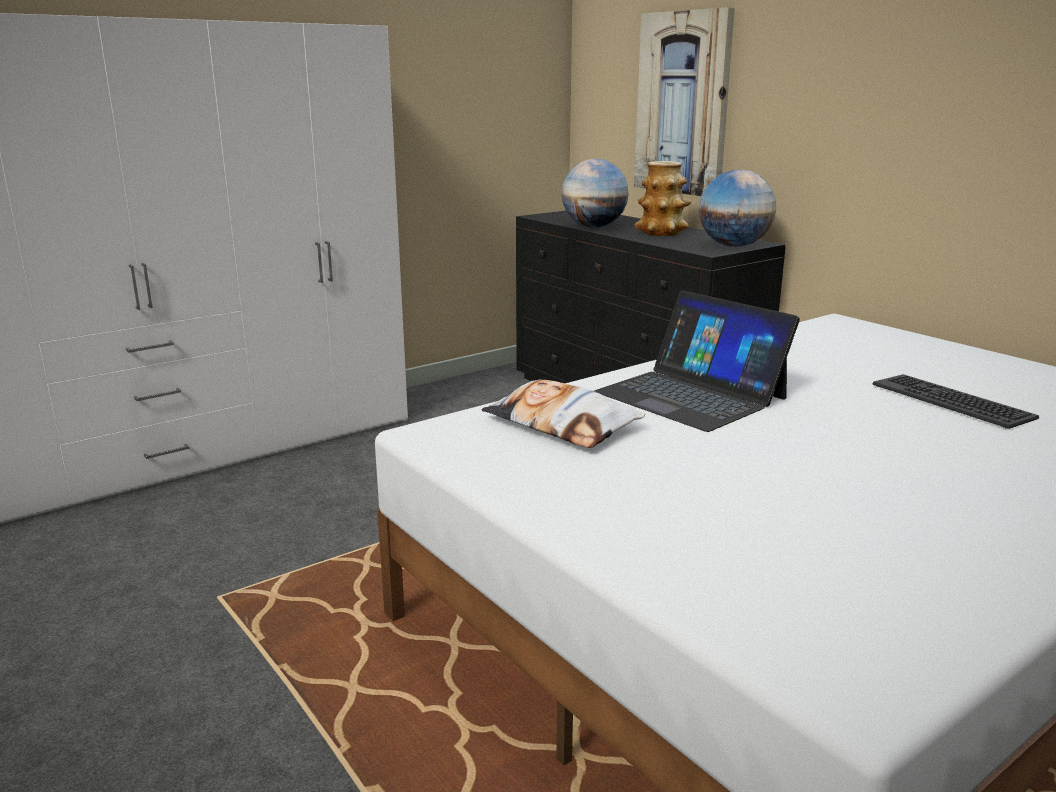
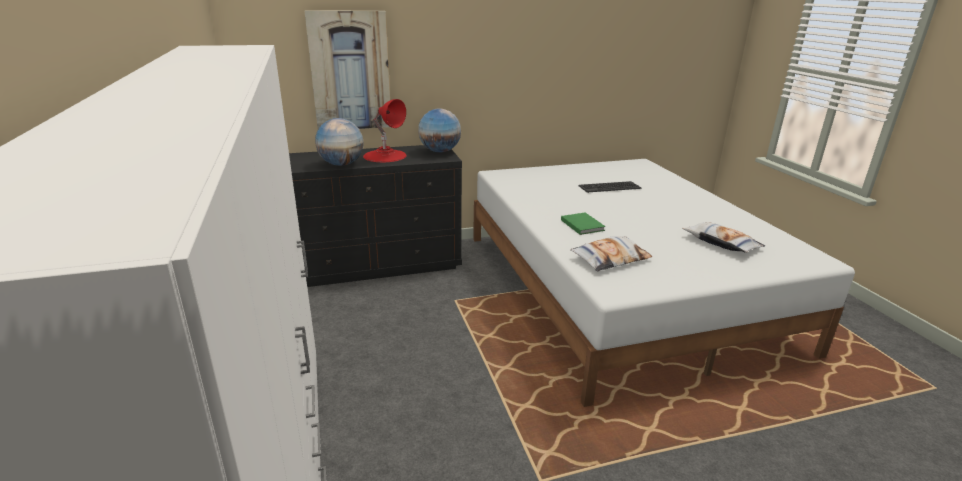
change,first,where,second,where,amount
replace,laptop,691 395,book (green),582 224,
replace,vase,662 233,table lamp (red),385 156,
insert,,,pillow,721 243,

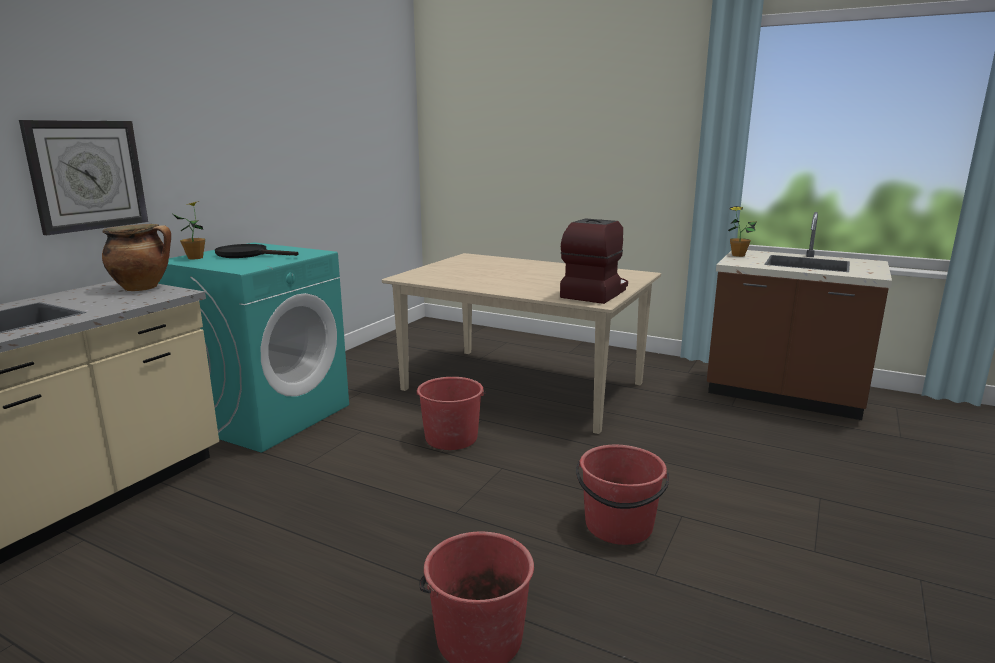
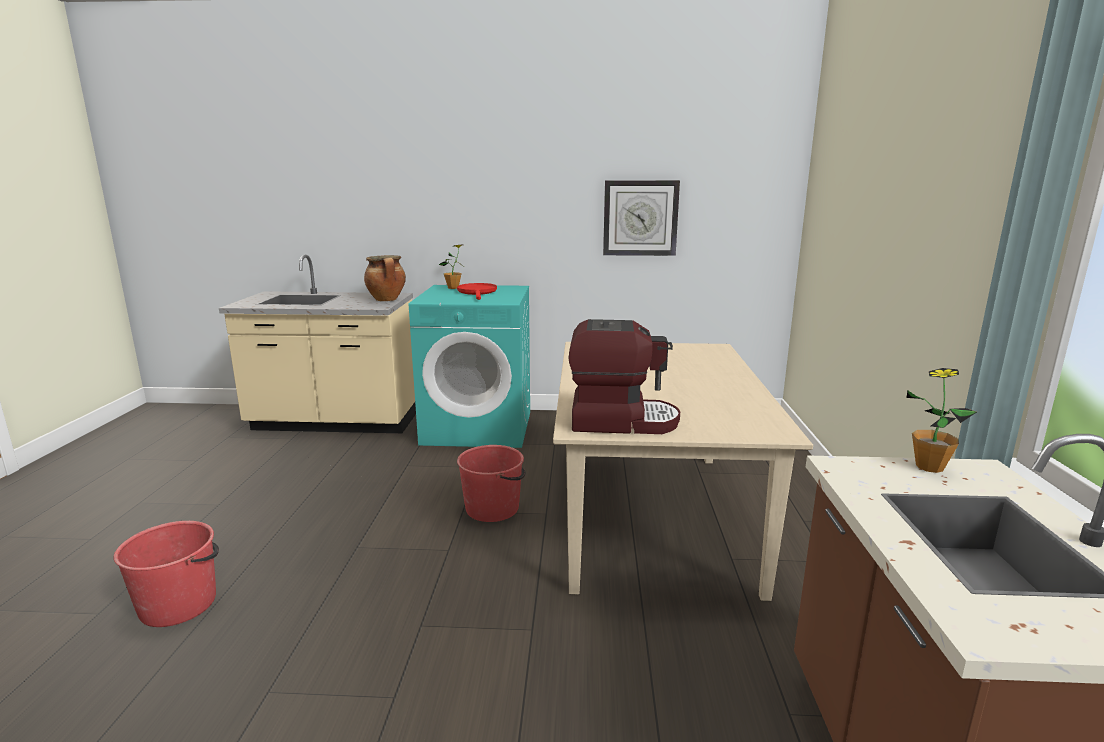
change,first,where,second,where,amount
move,wall clock,87 175,,640 218,
recolor,frying pan (black),248 254,frying pan (red),477 292,
delete,bucket (red),618 526,,,

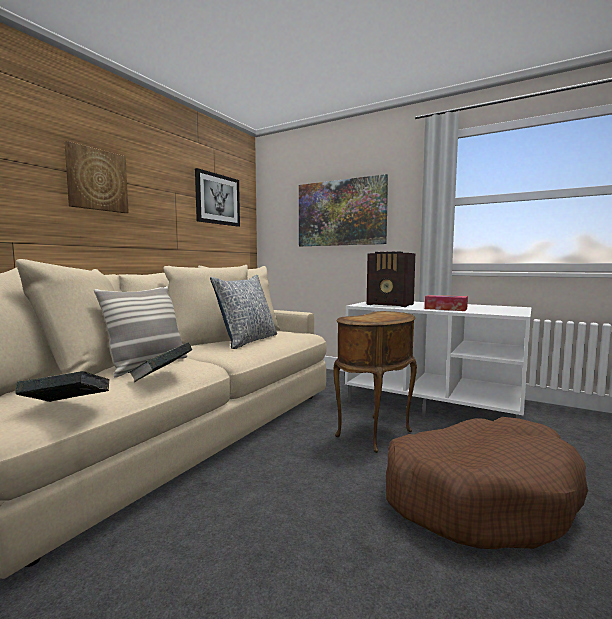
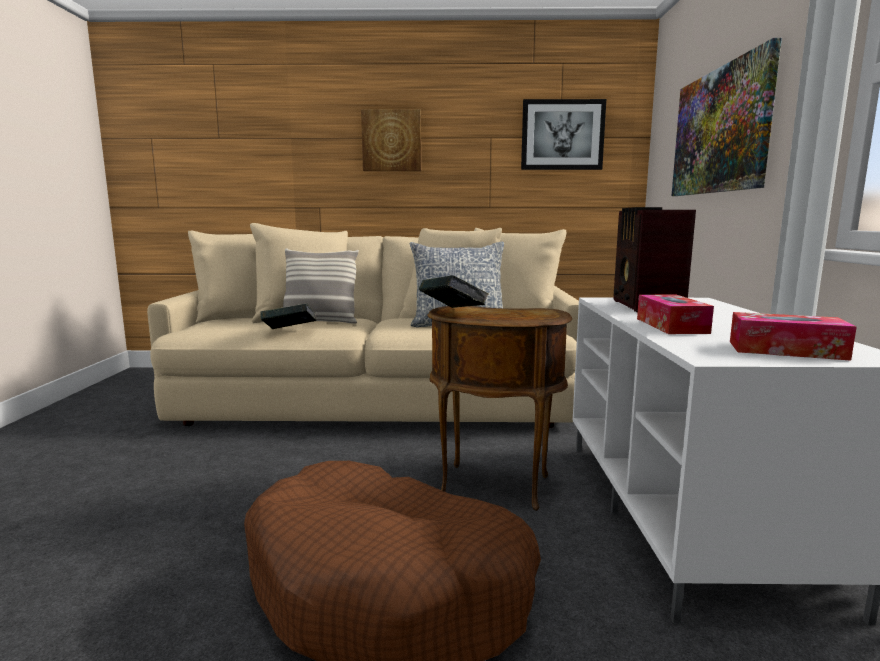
change,first,where,second,where,amount
move,book,66 407,,452 313,
insert,,,tissue box,786 350,

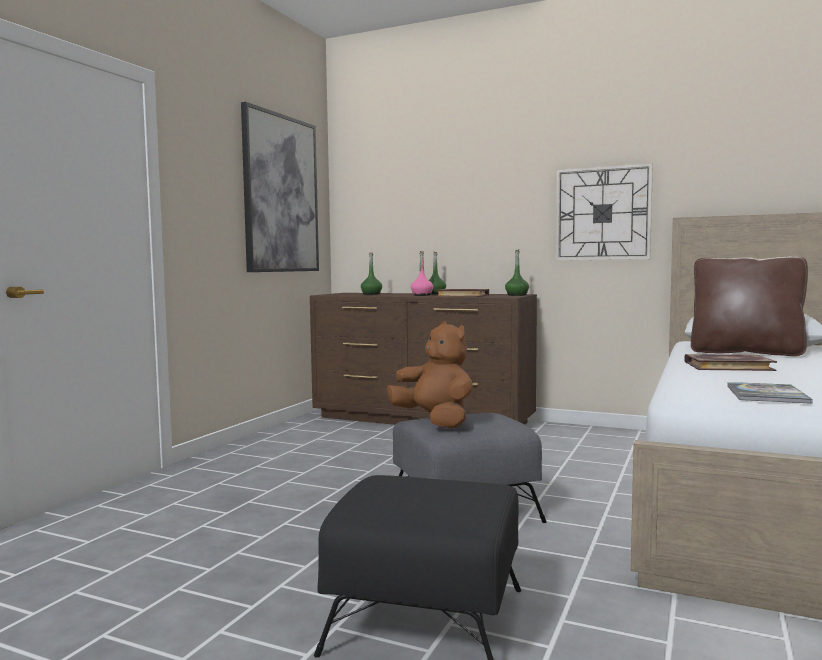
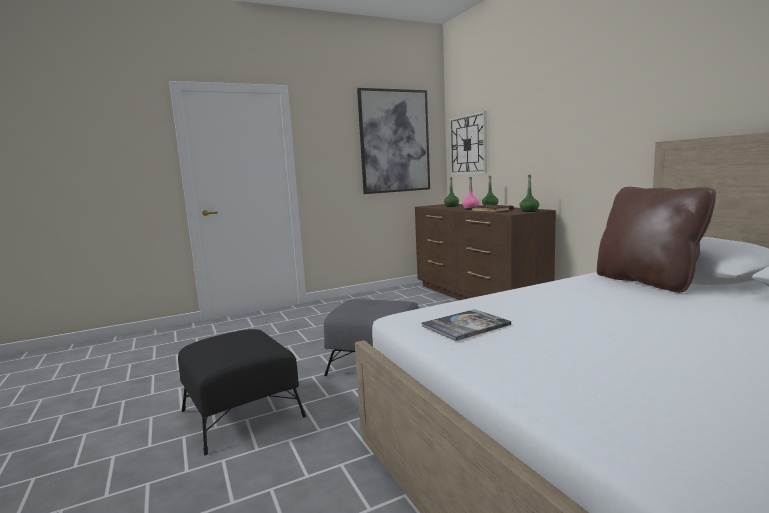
change,first,where,second,where,amount
delete,plush toy (brown),435 421,,,
move,wall clock,602 213,,468 144,
delete,book,727 366,,,

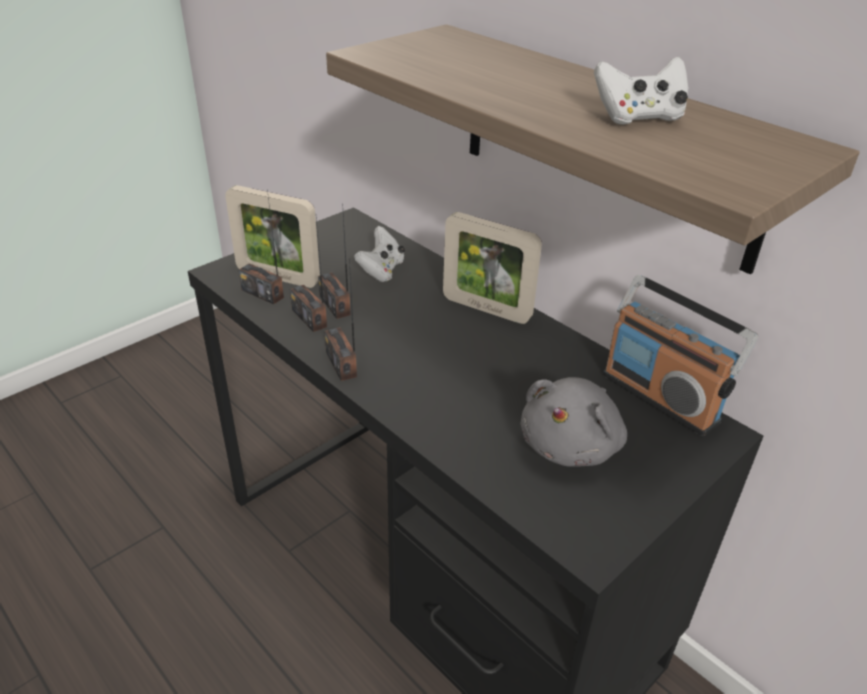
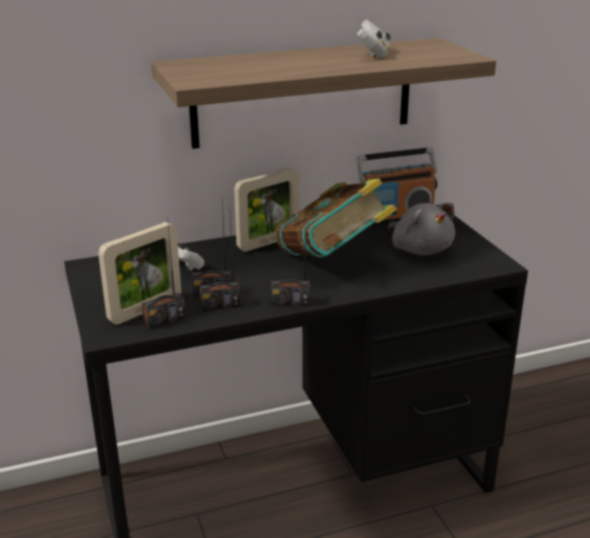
change,first,where,second,where,amount
insert,,,book,332 261,

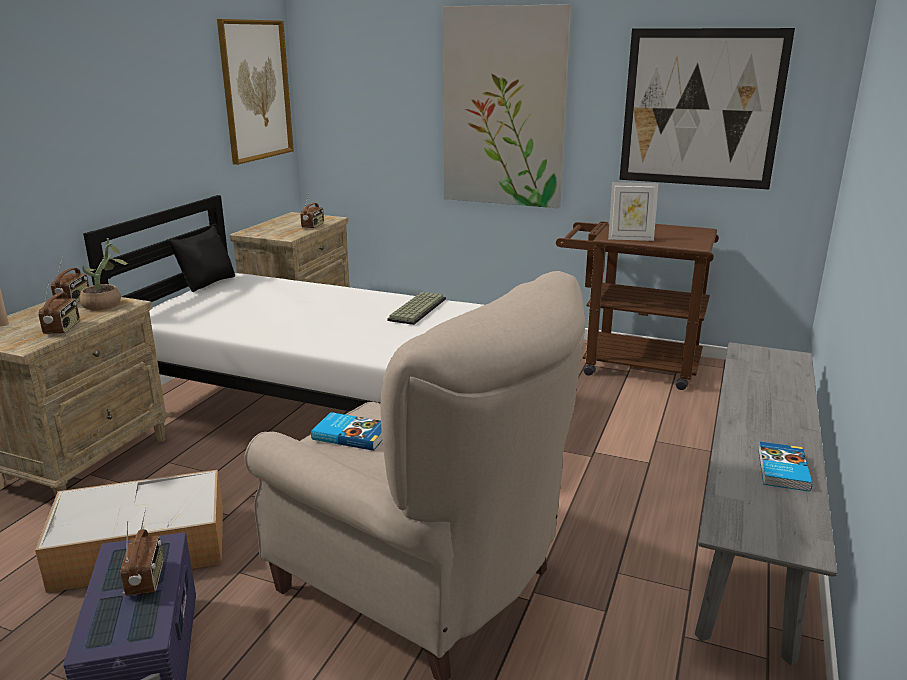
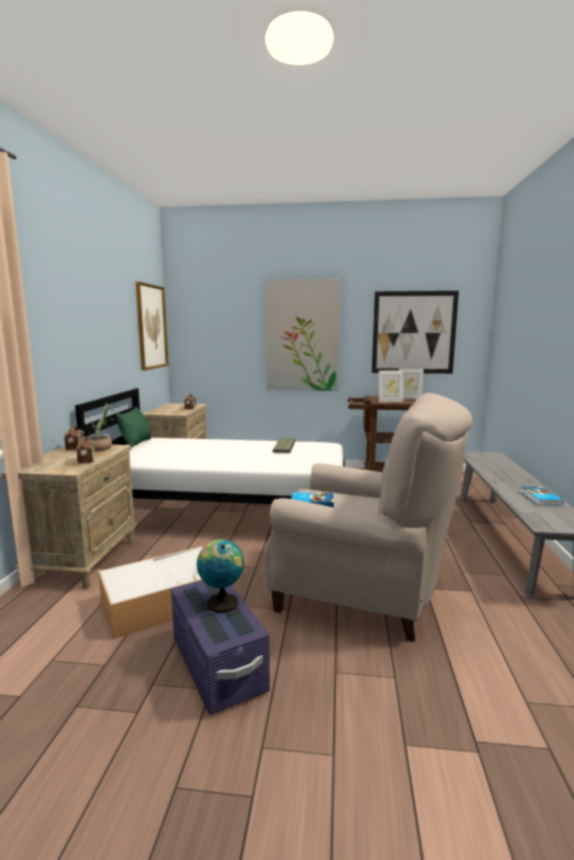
change,first,where,second,where,amount
replace,radio,146 579,globe,221 602,
recolor,pillow (black),207 283,pillow (green),136 443,
insert,,,picture frame,409 398,

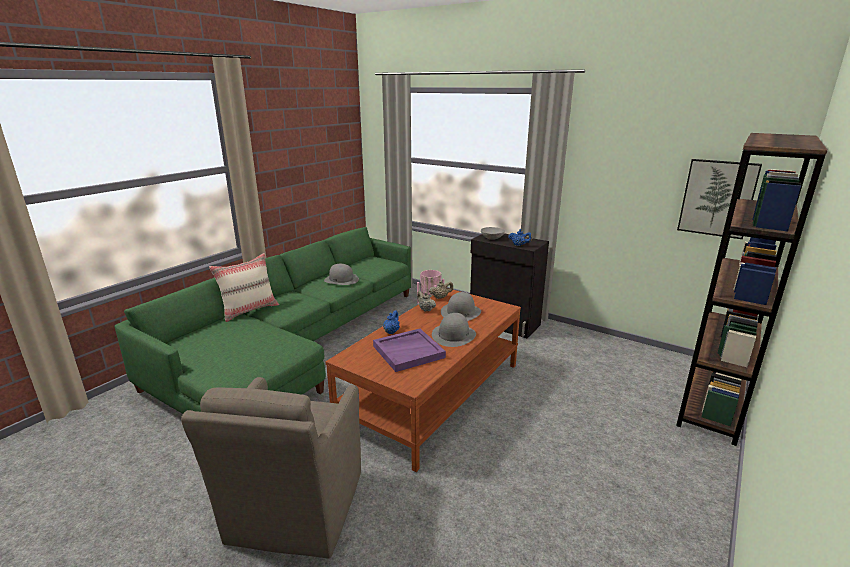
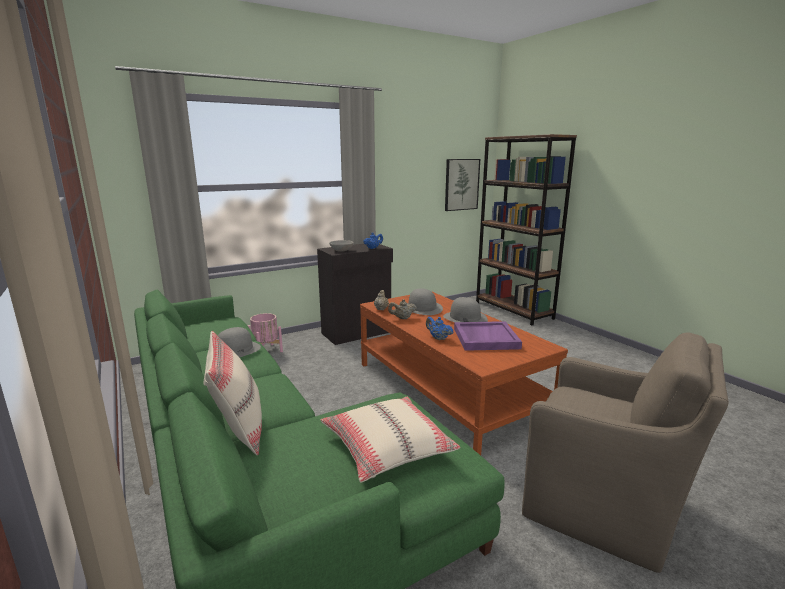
change,first,where,second,where,amount
insert,,,pillow (beige),387 447,

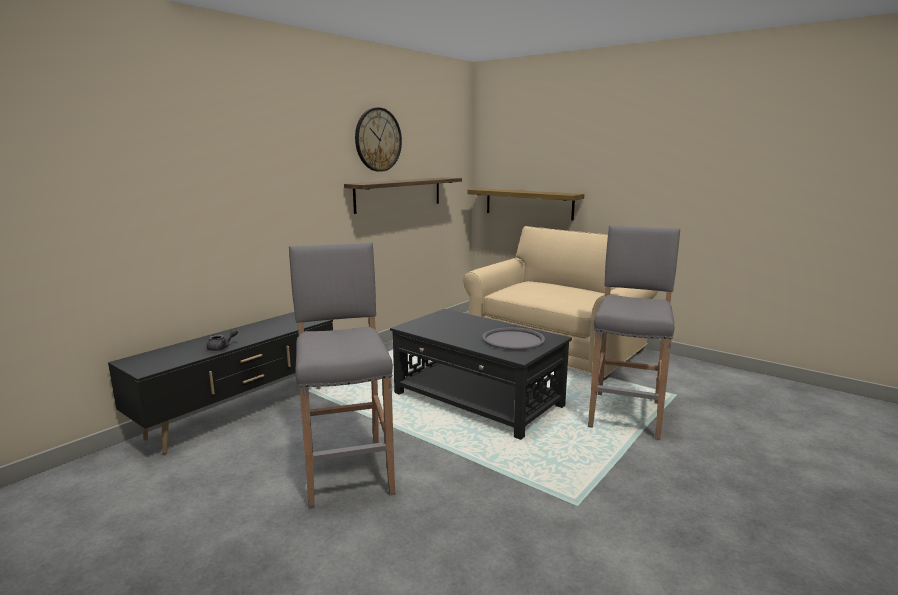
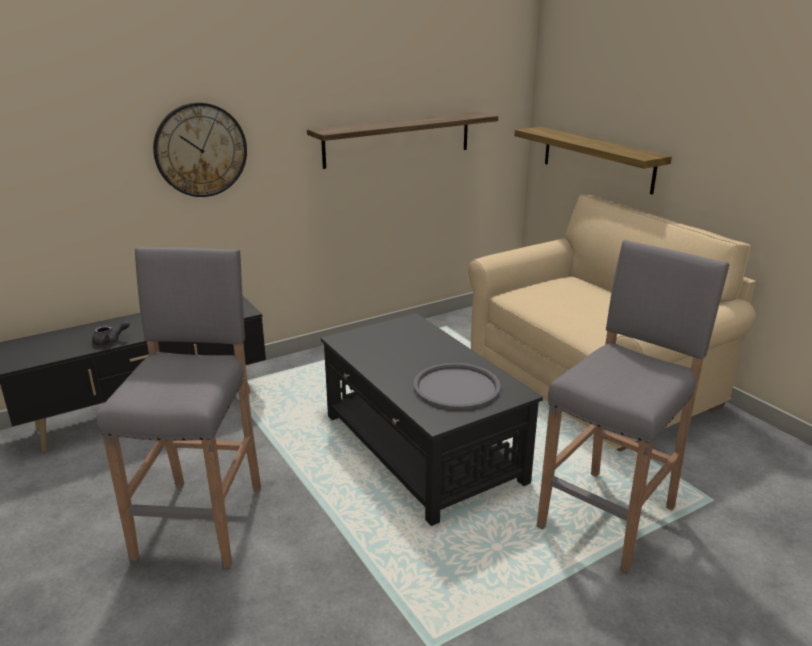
change,first,where,second,where,amount
move,wall clock,378 140,,200 150,

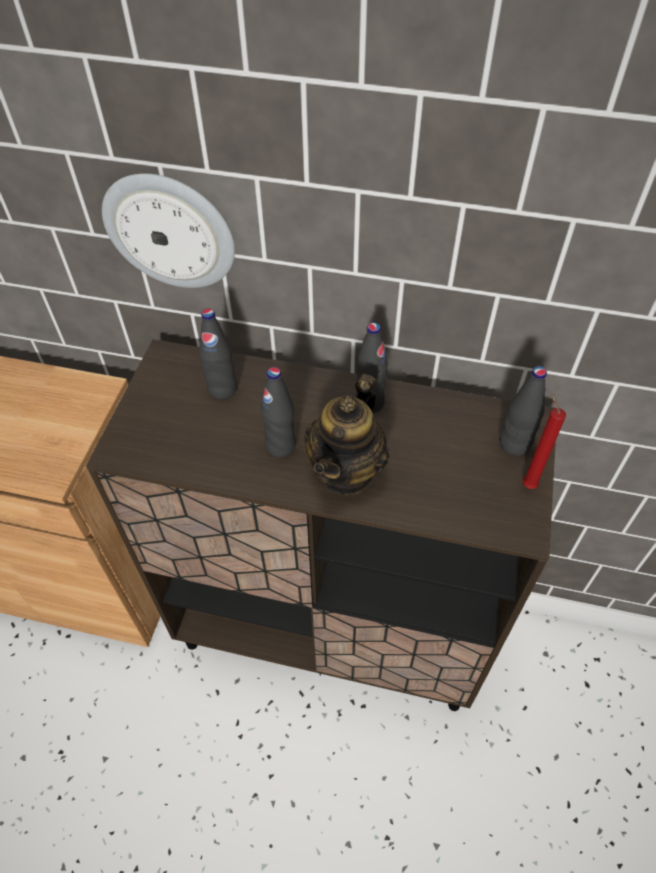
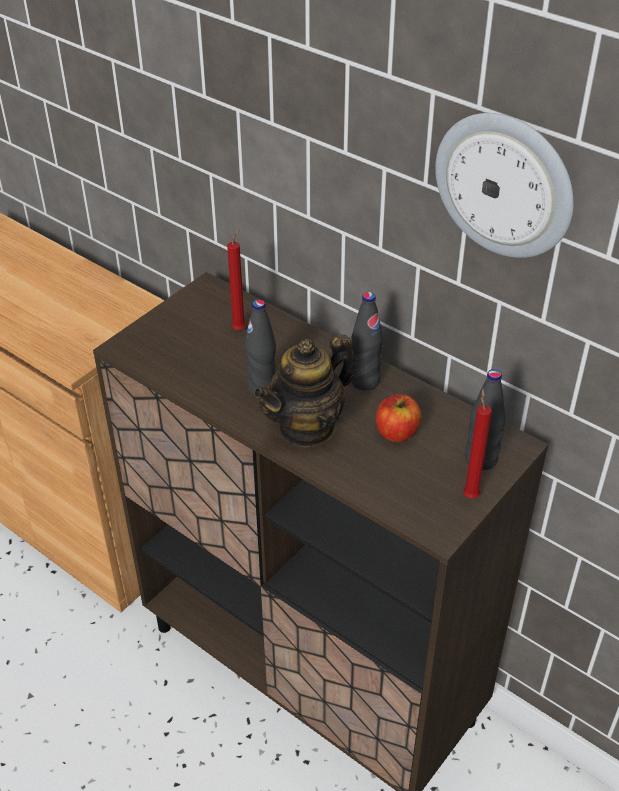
change,first,where,second,where,amount
move,wall clock,170 231,,505 185,
replace,bottle (black),222 389,candle (red),240 328,
insert,,,apple,396 432,

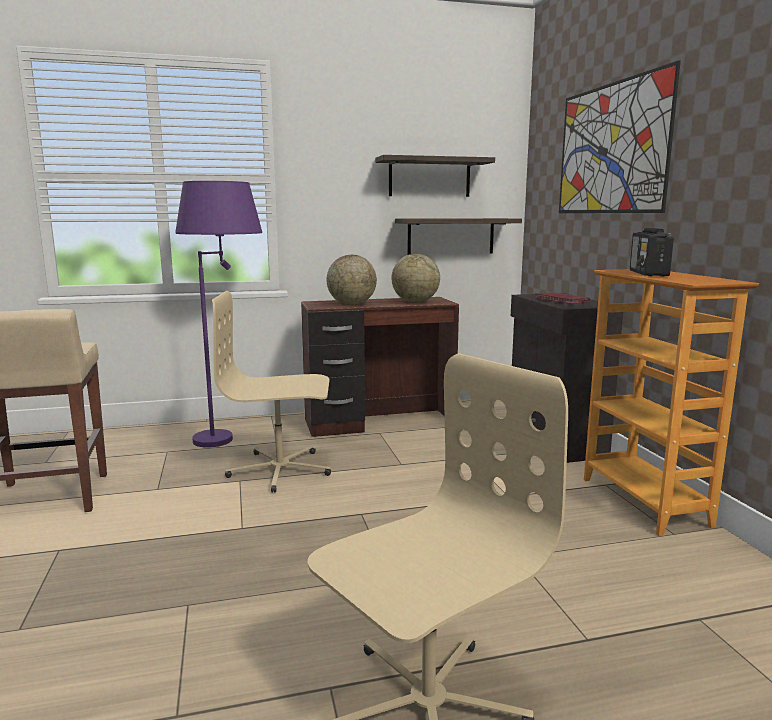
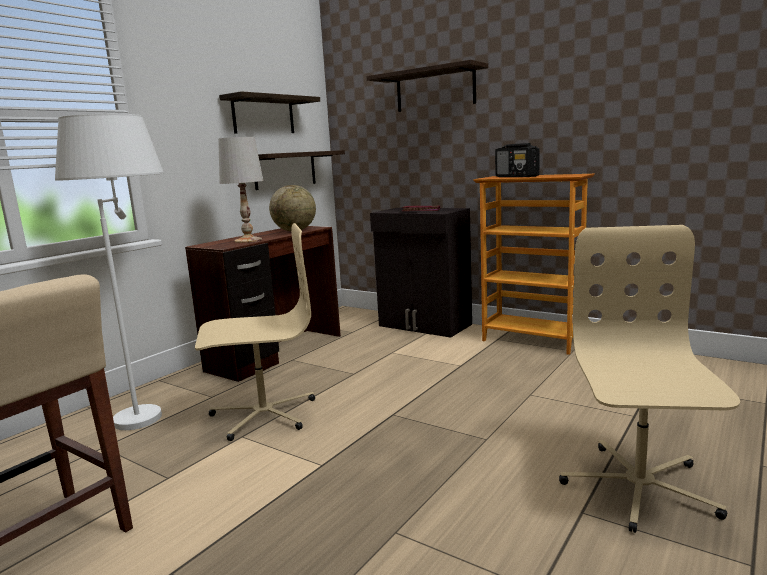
change,first,where,second,where,amount
recolor,floor lamp (purple),231 434,floor lamp (white),149 408,
rotate,office chair (beige),280 470,,263 414,150 degrees counterclockwise
replace,globe,352 304,table lamp (white),248 240,
replace,picture,610 149,shelf,435 89,

